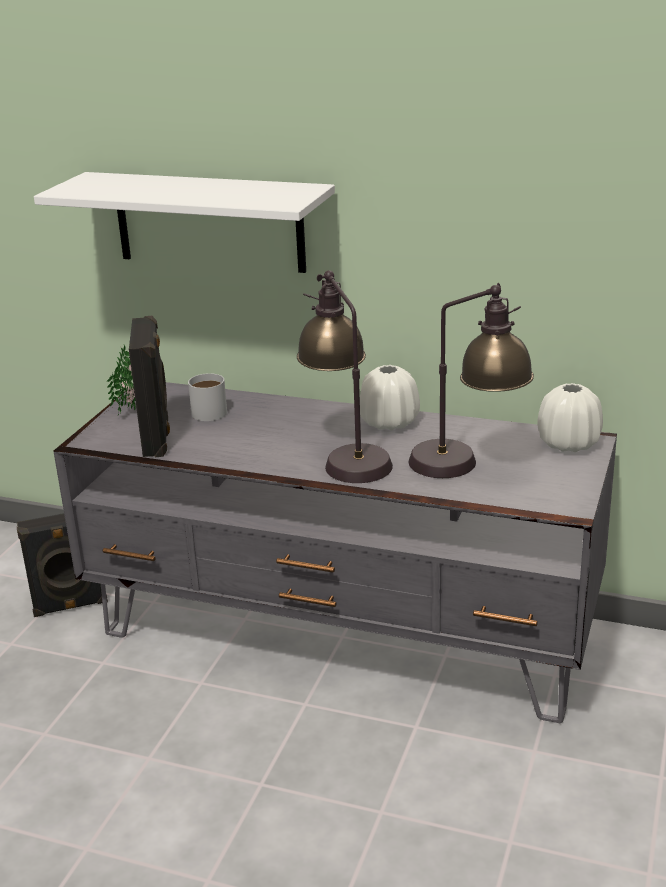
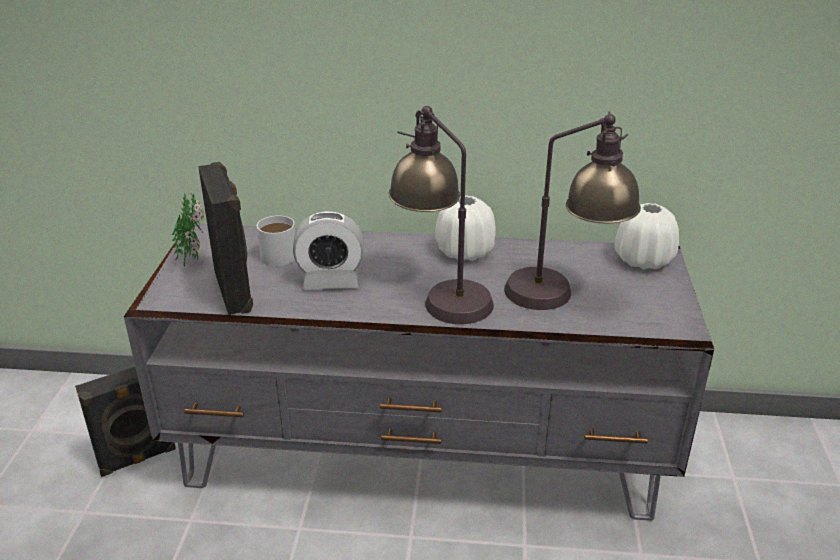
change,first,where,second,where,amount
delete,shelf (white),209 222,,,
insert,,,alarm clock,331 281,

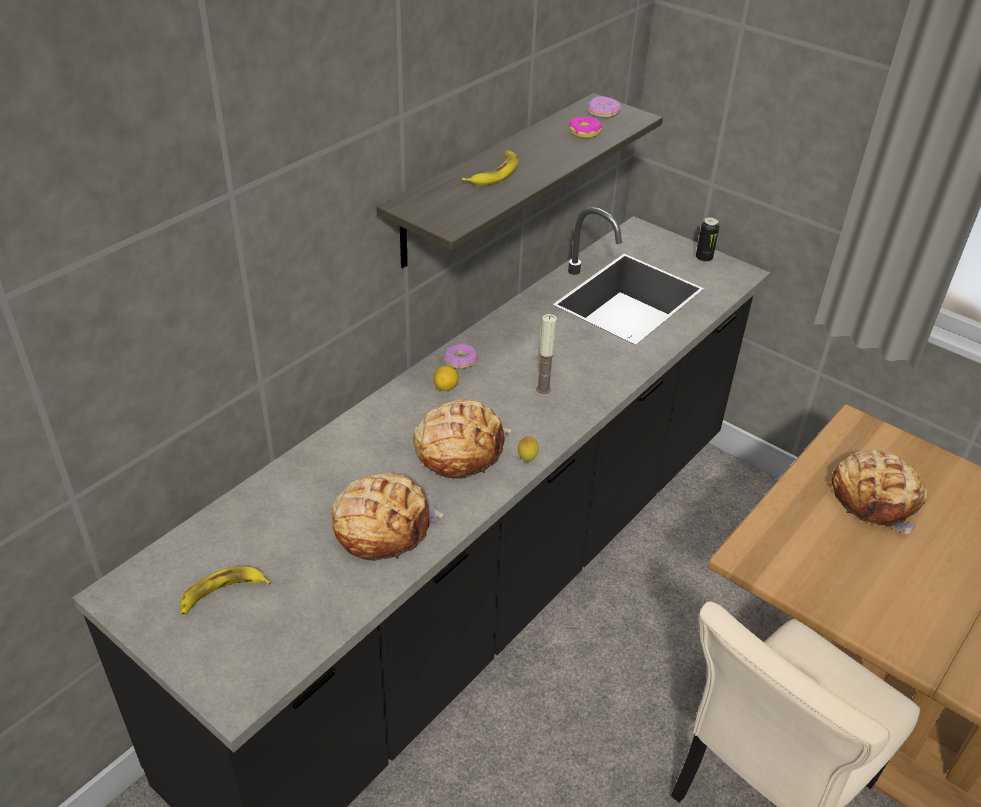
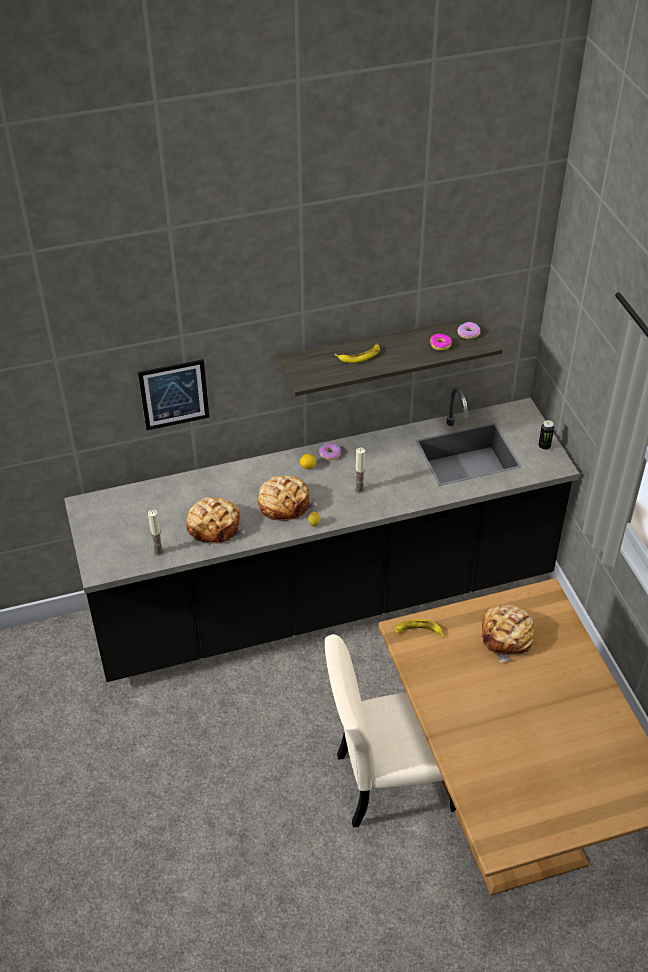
change,first,where,second,where,amount
move,banana,222 593,,418 631,
insert,,,picture,174 394,
insert,,,candle,158 552,

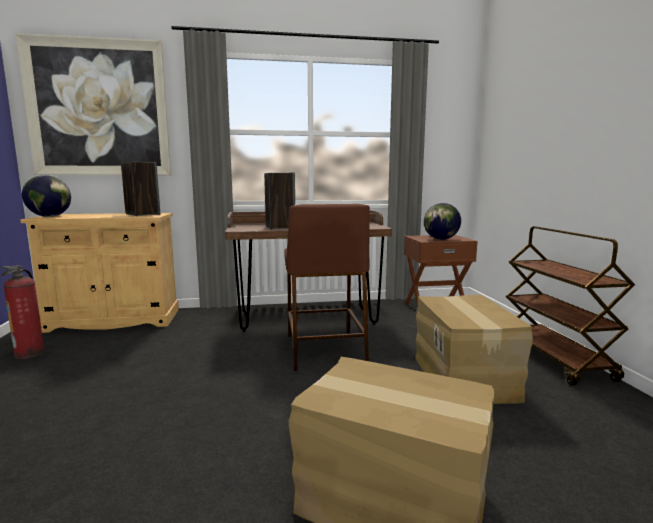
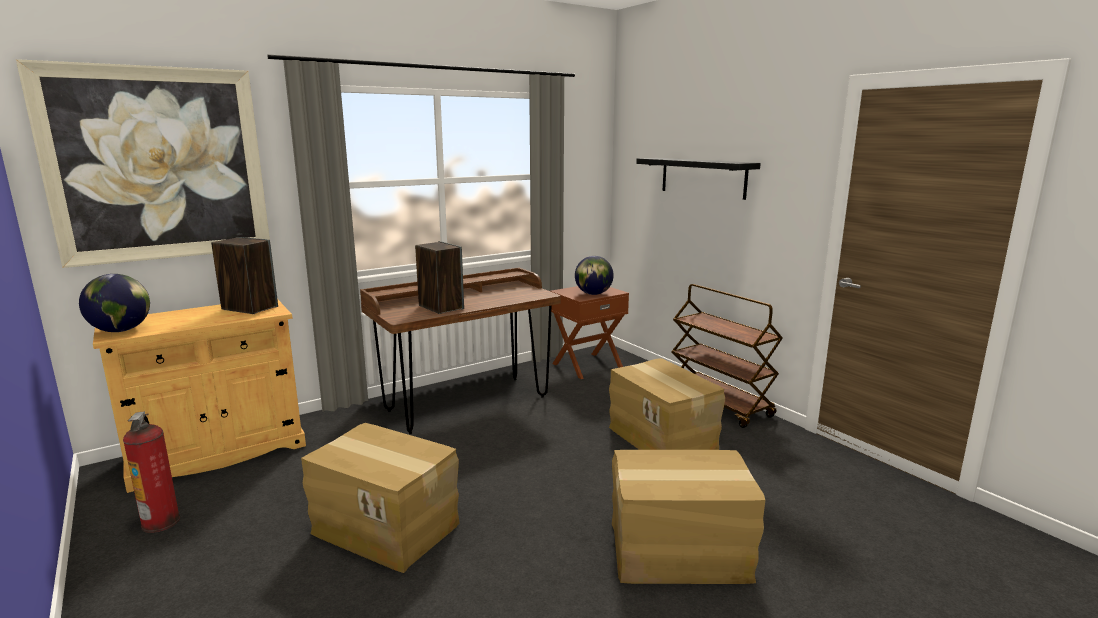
change,first,where,second,where,amount
delete,stool (brown),324 349,,,
insert,,,cardboard box,387 527,
insert,,,shelf (black),702 177,

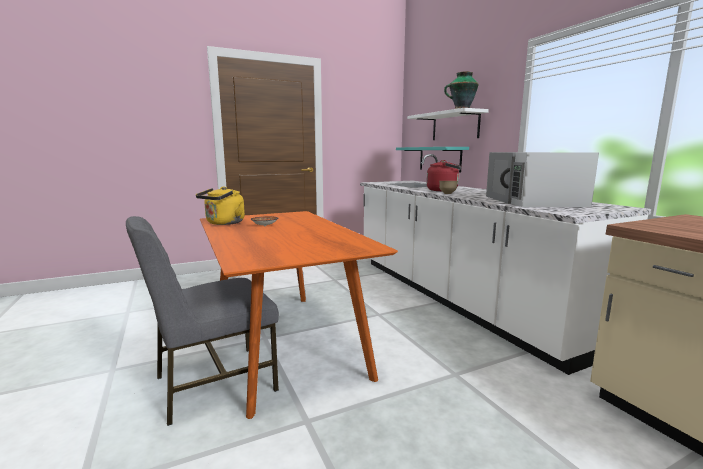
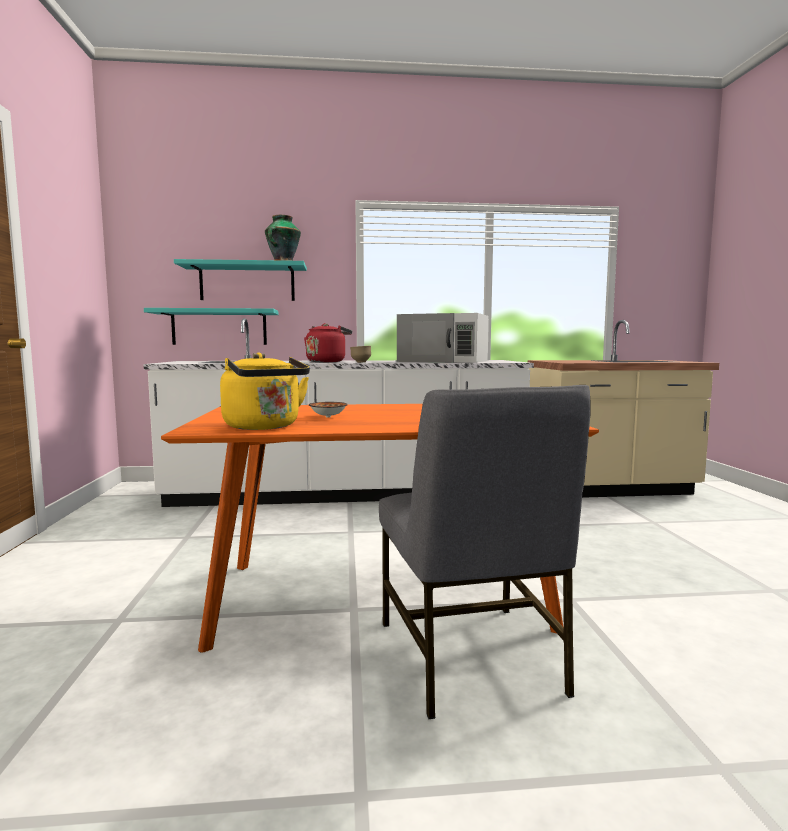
change,first,where,second,where,amount
recolor,shelf (white),455 126,shelf (turquoise),247 283,

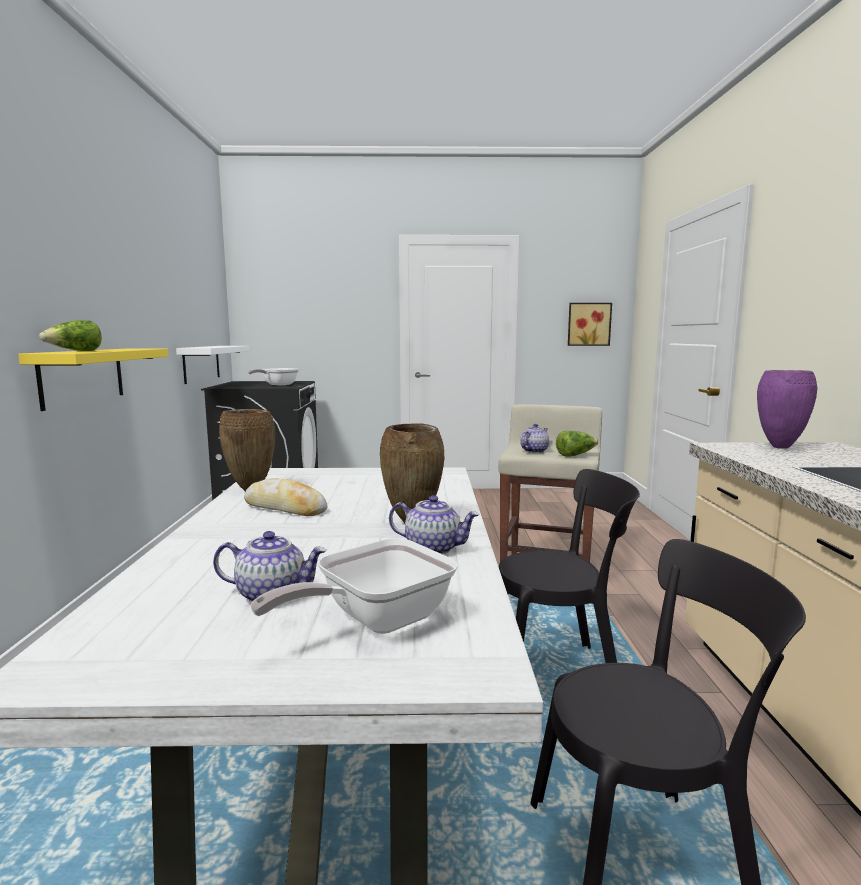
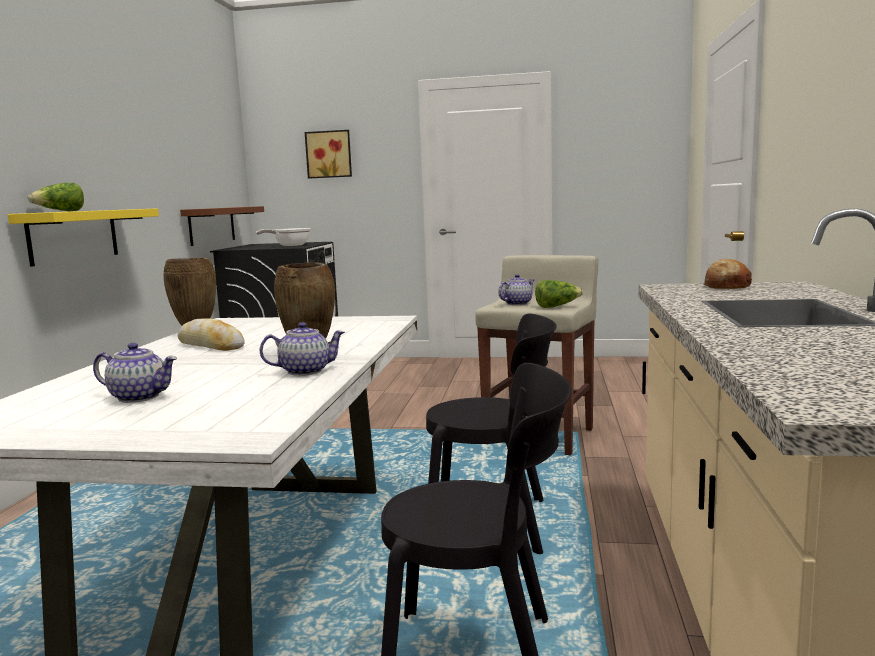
change,first,where,second,where,amount
recolor,shelf (white),201 363,shelf (brown),212 225,
delete,frying pan,374 621,,,
rotate,teapot,434 548,,305 371,45 degrees counterclockwise
move,picture,588 324,,329 154,
replace,vase (purple),779 447,bread,726 286,

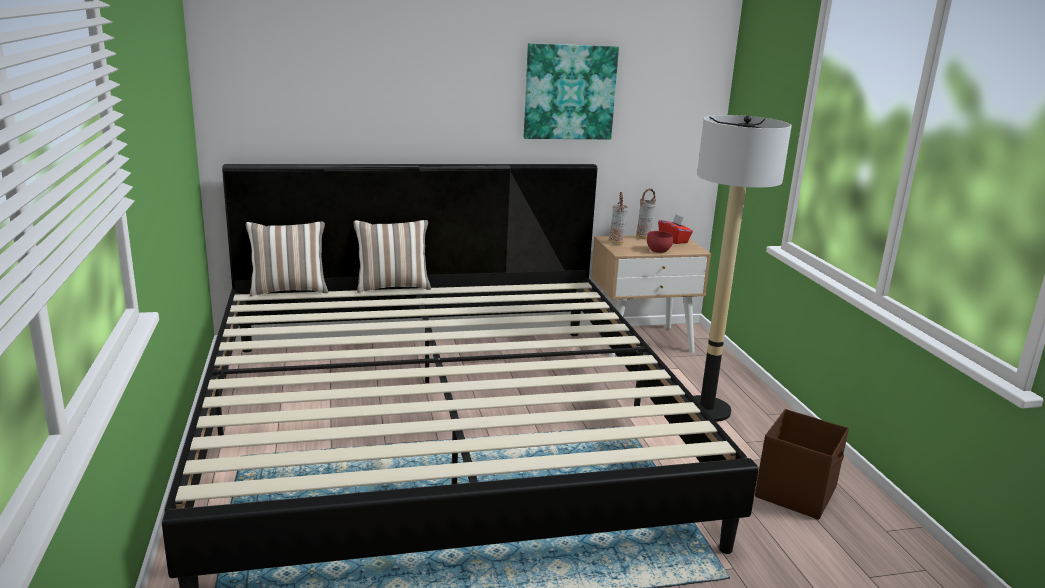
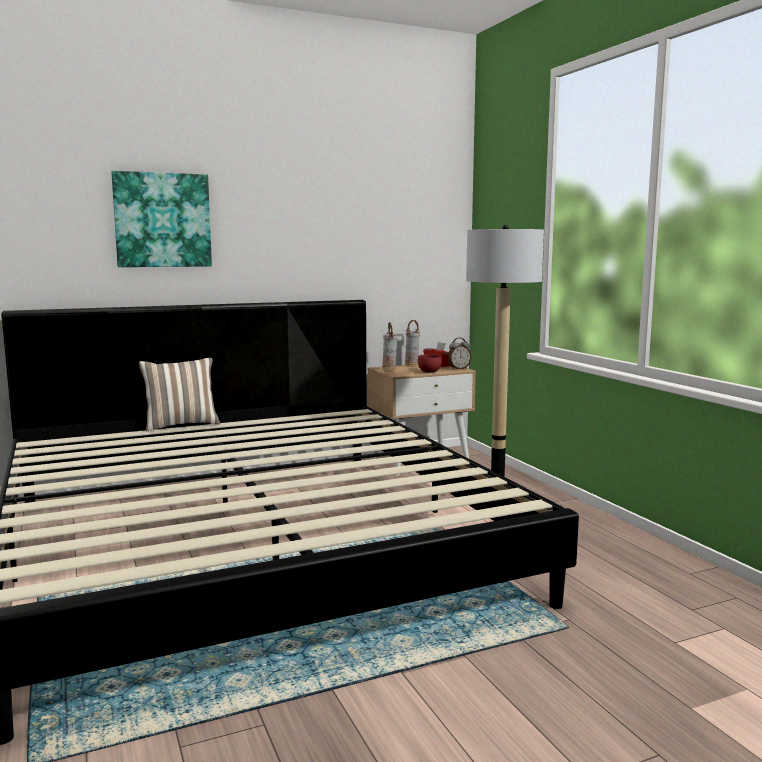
change,first,where,second,where,amount
delete,pillow,289 290,,,
move,picture,569 92,,162 220,
delete,storage box (brown),796 492,,,
insert,,,alarm clock,459 369,

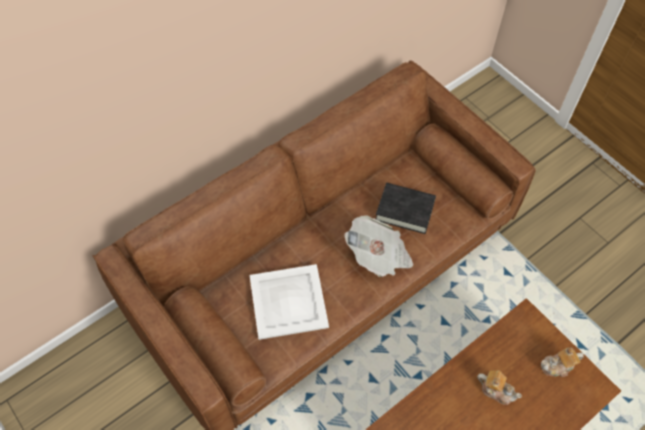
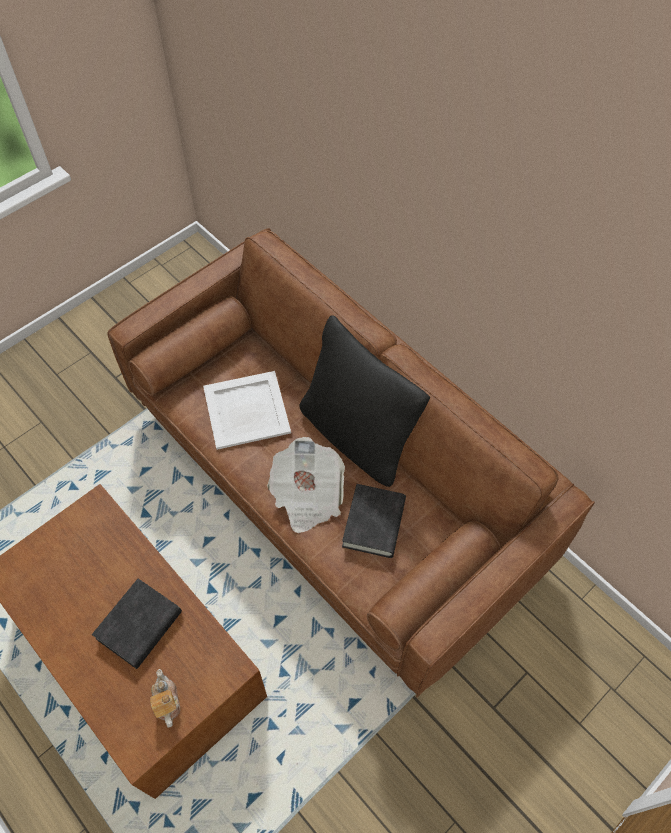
change,first,where,second,where,amount
replace,teapot,496 390,book (black),139 625,
insert,,,pillow (black),357 436,

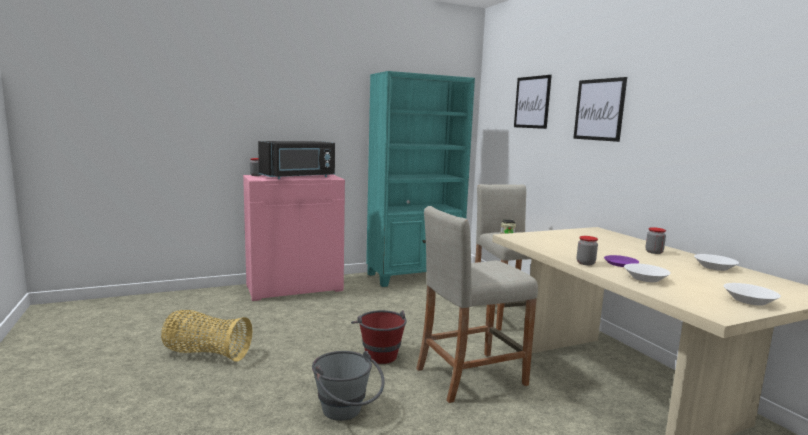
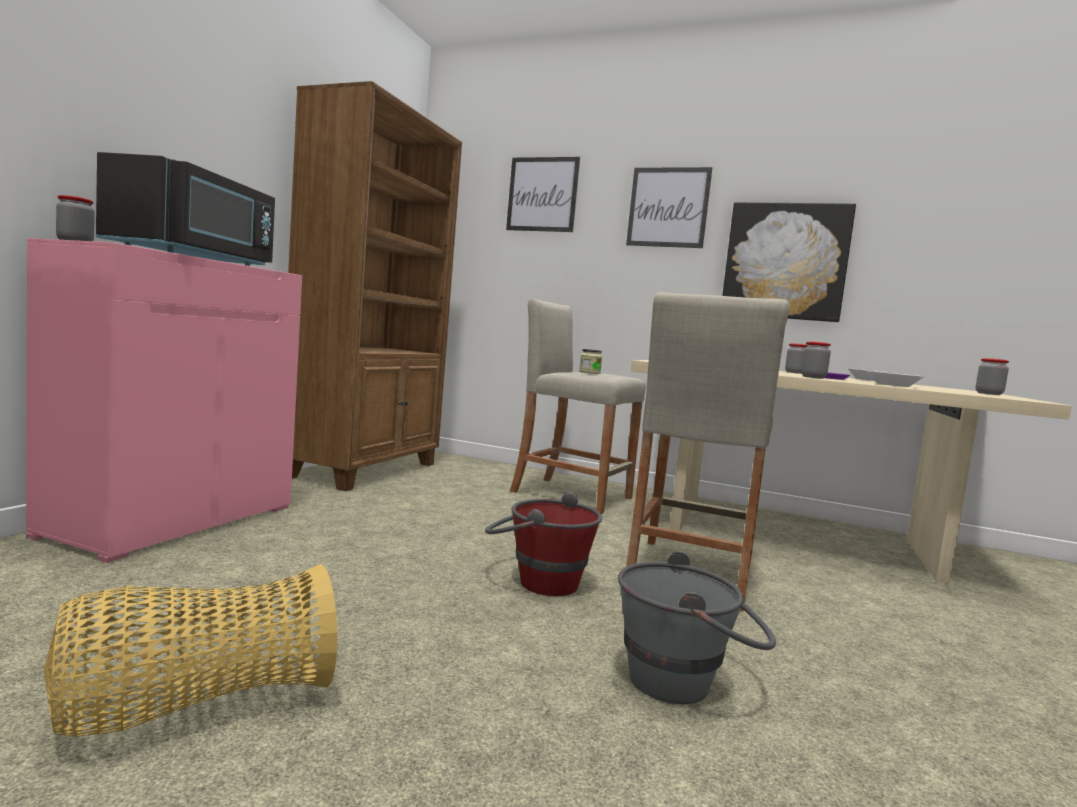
change,first,where,second,where,amount
recolor,bookcase (turquoise),414 276,bookcase (brown),366 470,
replace,bowl (white),750 301,jar,989 394,
insert,,,picture,785 261,

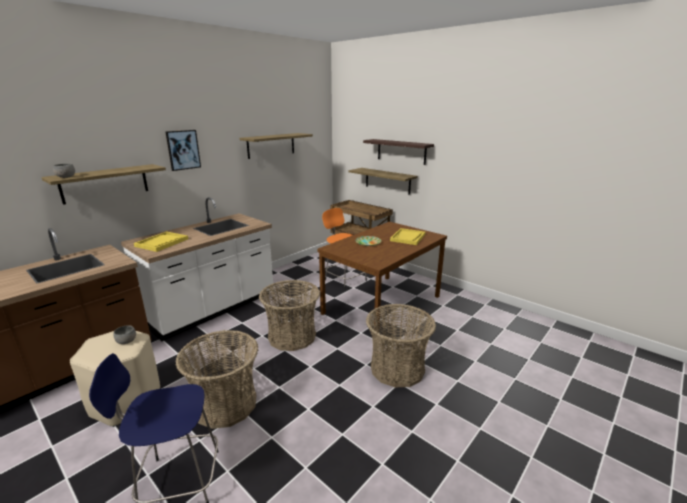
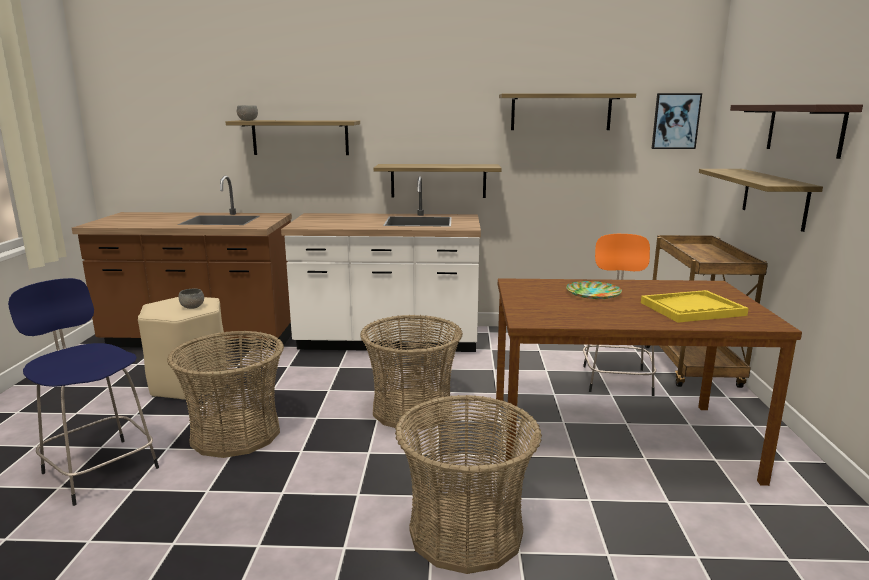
change,first,where,second,where,amount
delete,tray (yellow),162 243,,,
move,picture,183 150,,675 121,
insert,,,shelf,438 180,

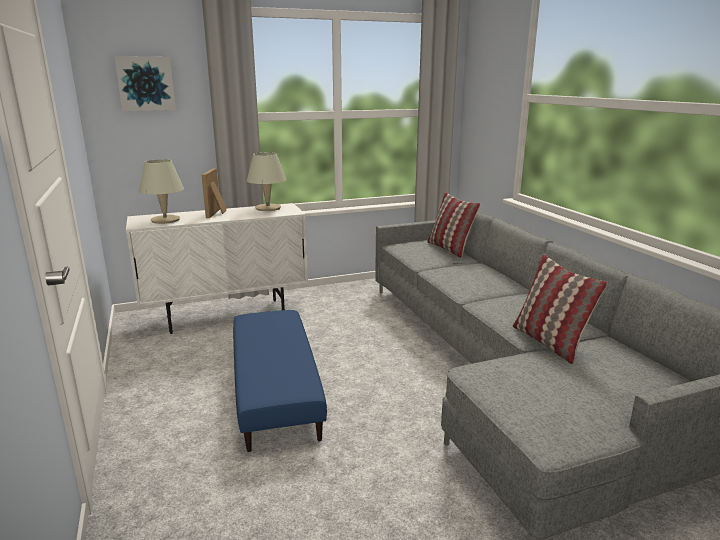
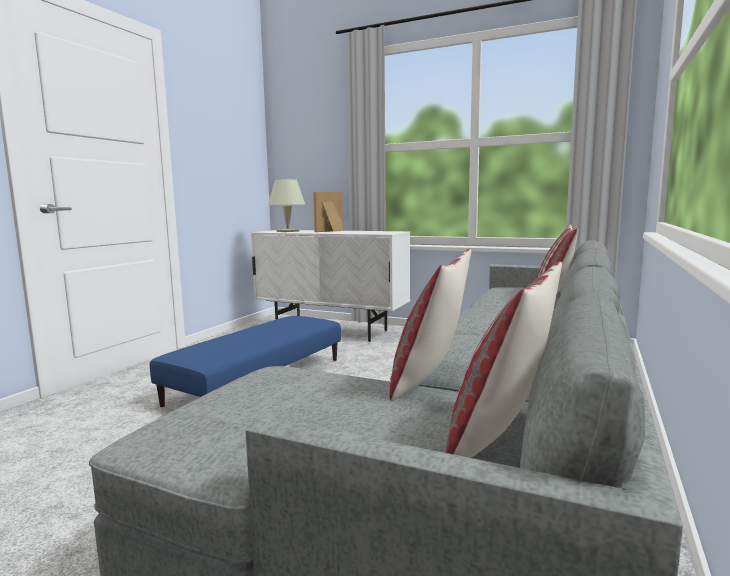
change,first,where,second,where,amount
delete,picture,146 84,,,
delete,table lamp (beige),268 208,,,
insert,,,pillow,501 433,

